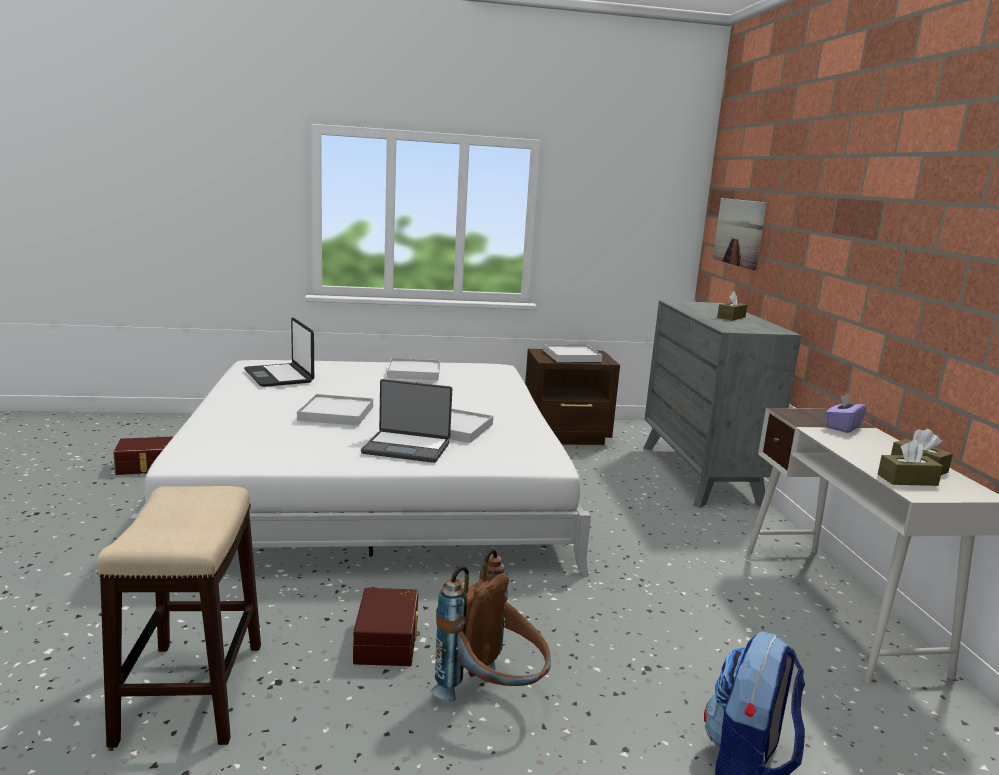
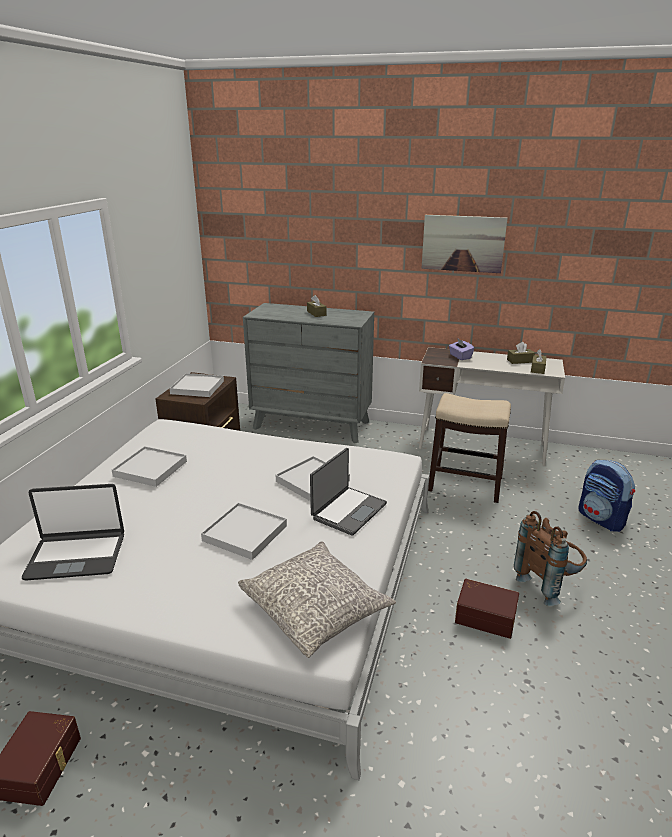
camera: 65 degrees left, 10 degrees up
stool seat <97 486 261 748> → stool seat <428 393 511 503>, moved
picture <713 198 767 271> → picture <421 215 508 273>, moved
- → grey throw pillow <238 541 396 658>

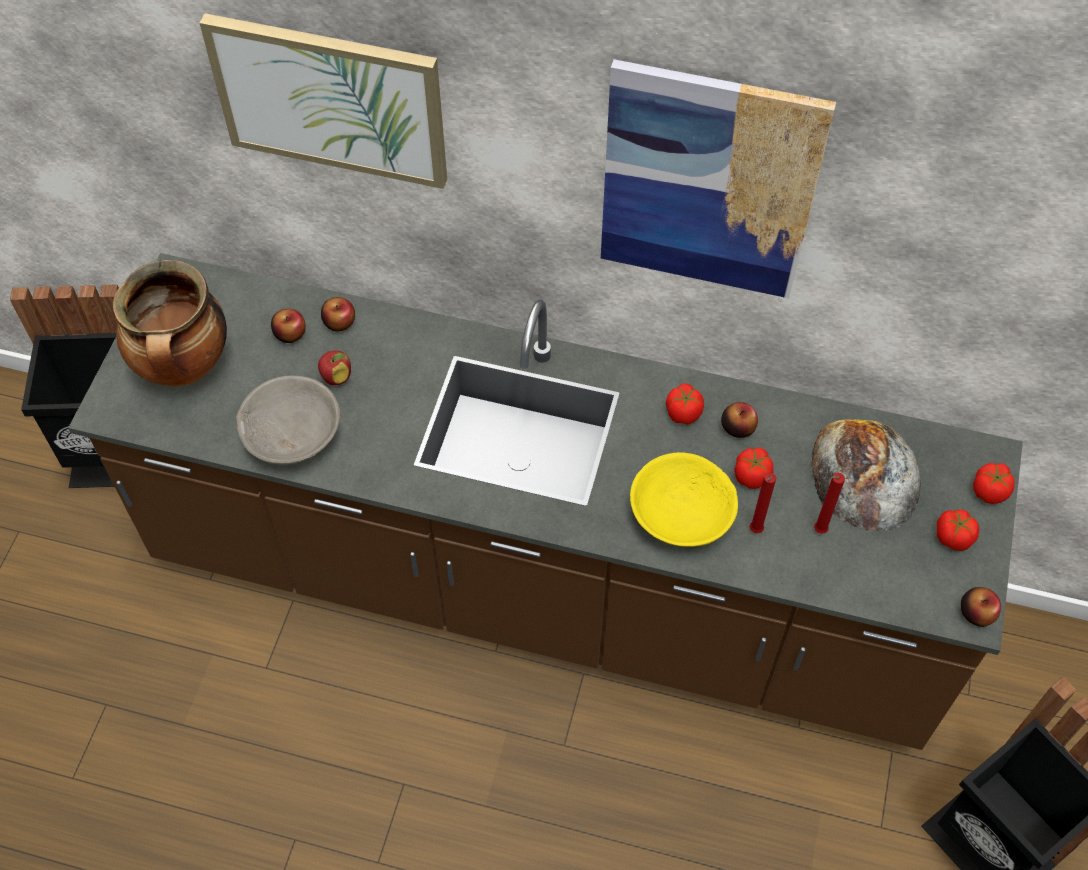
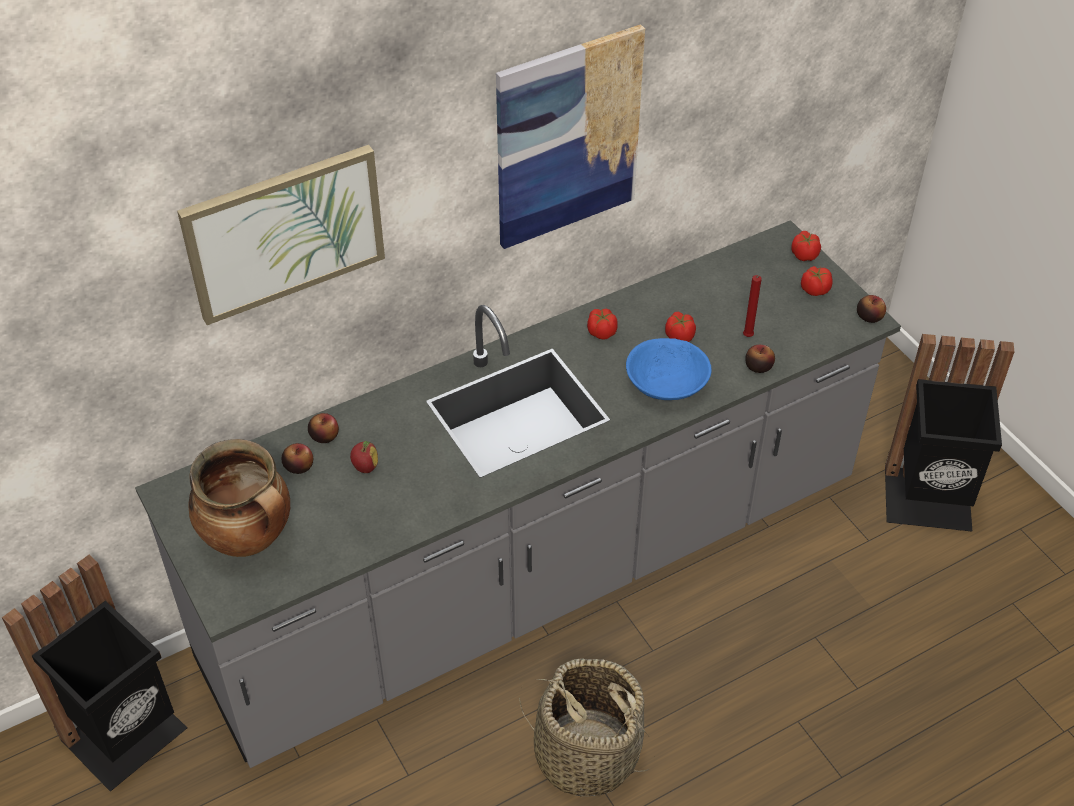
camera: 45 degrees left, 10 degrees down
brownish kitchen base unit <68 253 1023 750> → grey kitchen base unit <135 220 901 768>
grey bowl <236 376 340 465> → -
yellow bowl <630 452 738 547> → blue-coloured bowl <626 338 712 400>
apple fruit <721 402 758 438> → apple fruit <746 345 775 373>, moved
red wax candle <749 472 776 533> → -
bread <811 419 921 532> → -
- → storage basket <519 658 651 797>

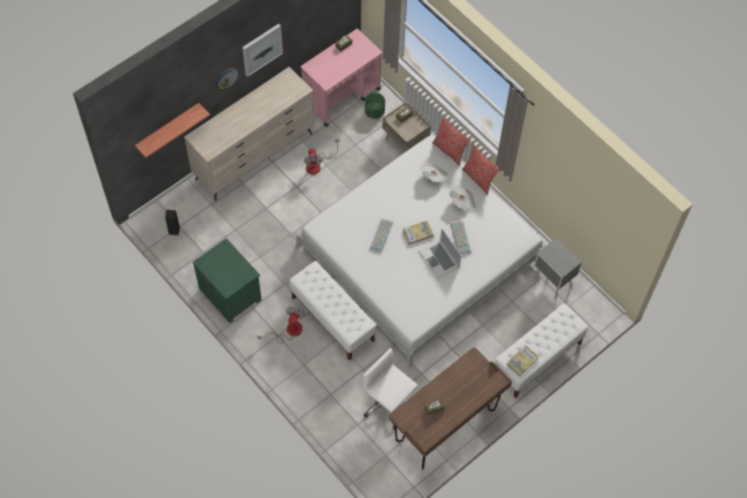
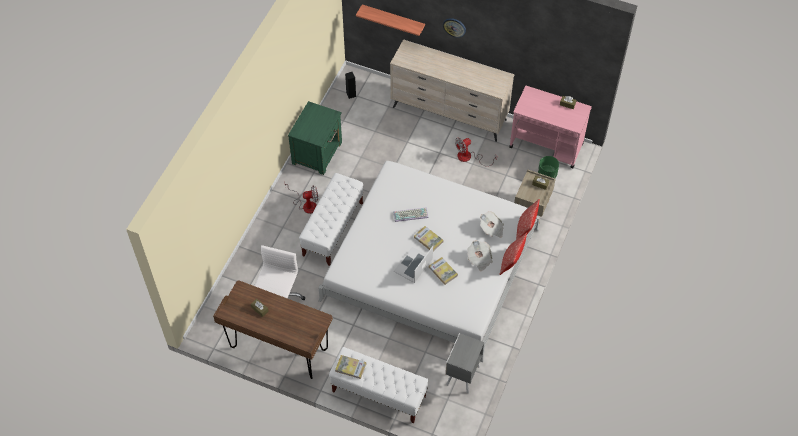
camera: 65 degrees right, 5 degrees down
picture <242 24 283 77> → -
PC keyboard <451 221 471 255> → book <429 257 458 285>

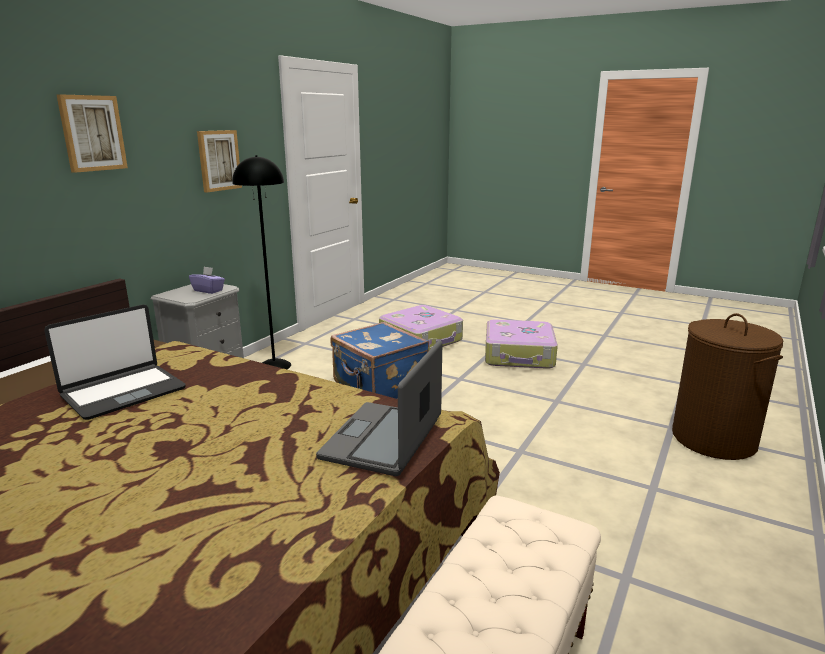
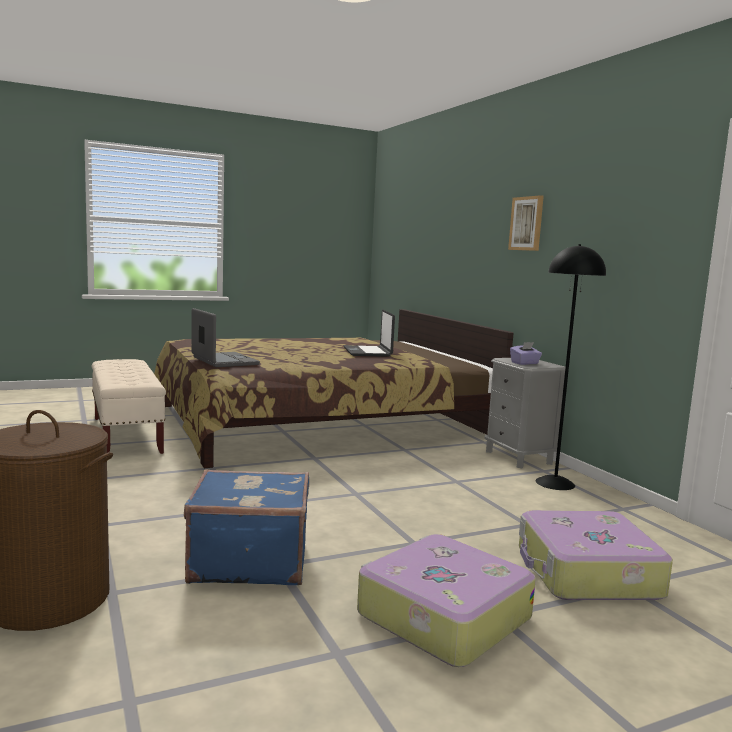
camera: 125 degrees right, 10 degrees down
picture <197 130 242 193> → -
blue-coloured travel case <330 322 429 399> → blue-coloured travel case <184 469 309 585>, moved

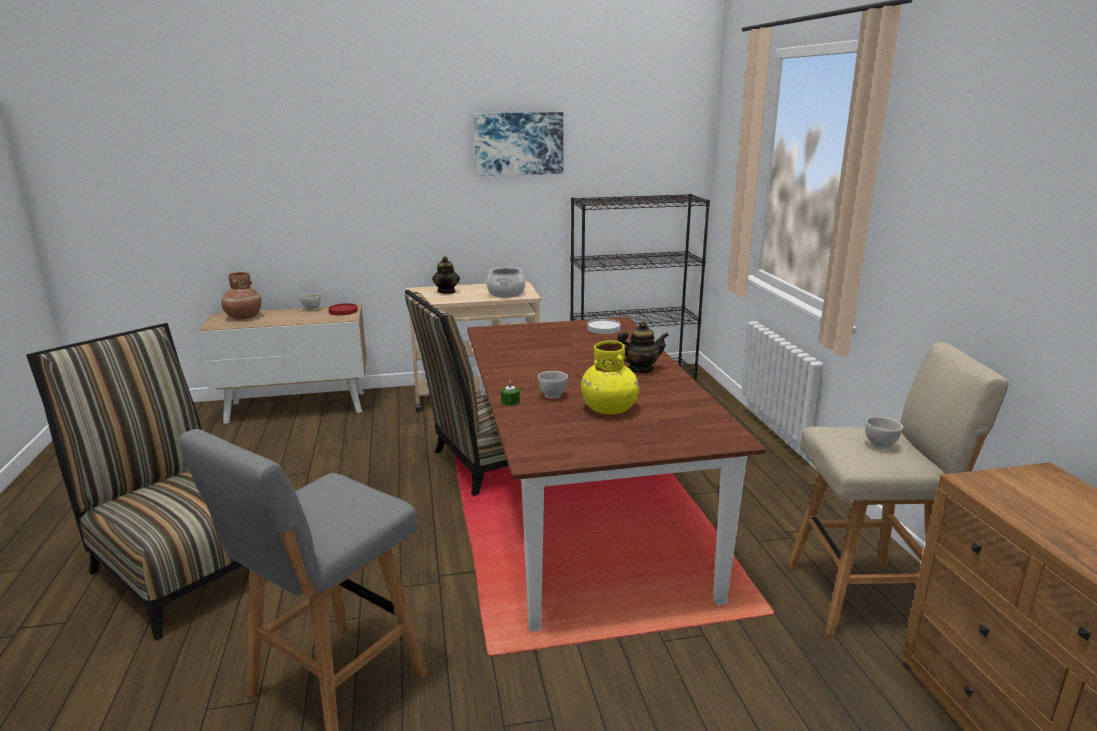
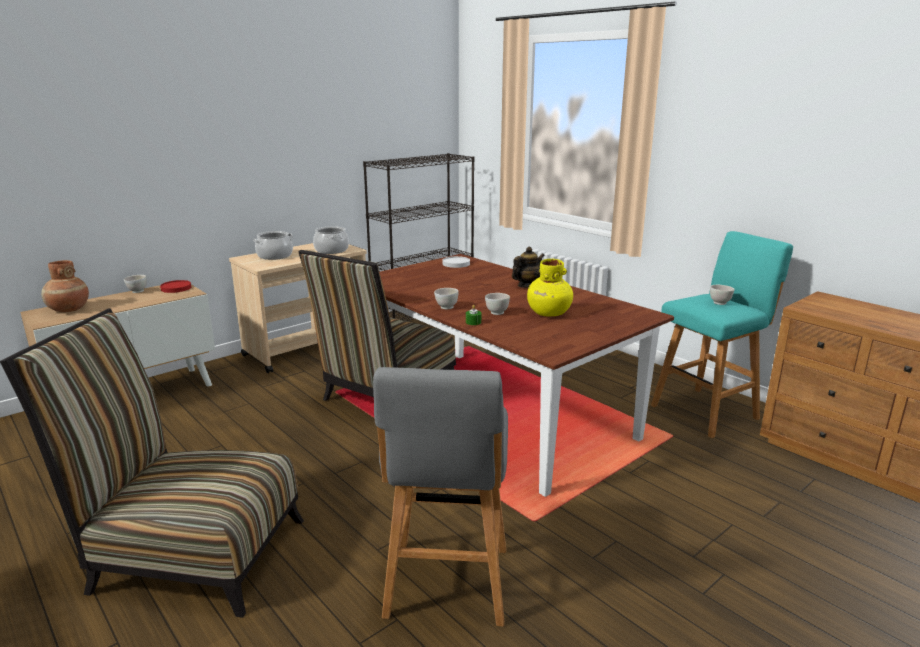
camera: 30 degrees left, 0 degrees up
tea pot <432 256 460 294> → stockpot <253 231 293 260>
picture <474 112 563 176> → -
sand-coloured stool seat <789 342 1009 636> → turquoise-coloured stool seat <651 231 793 438>
- → white-coloured bowl <434 288 459 309>

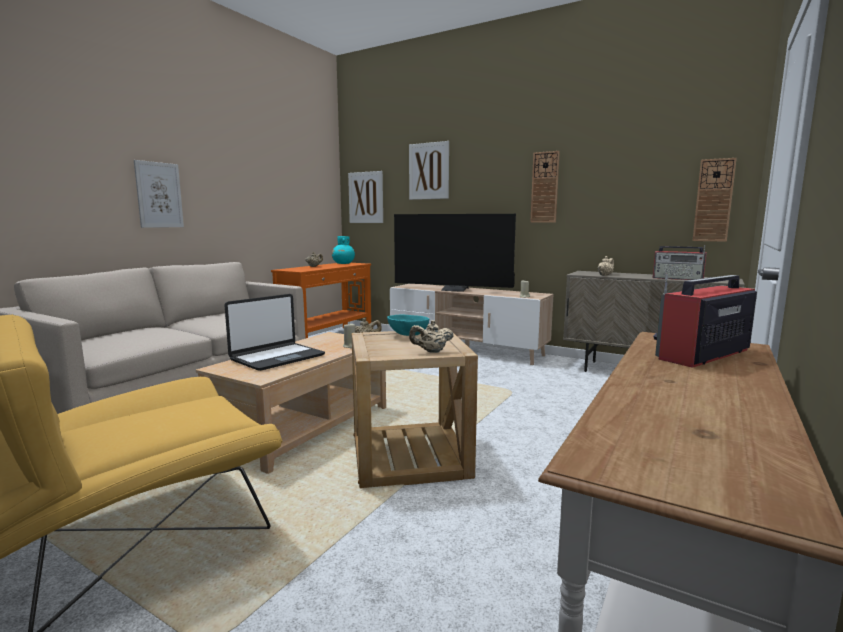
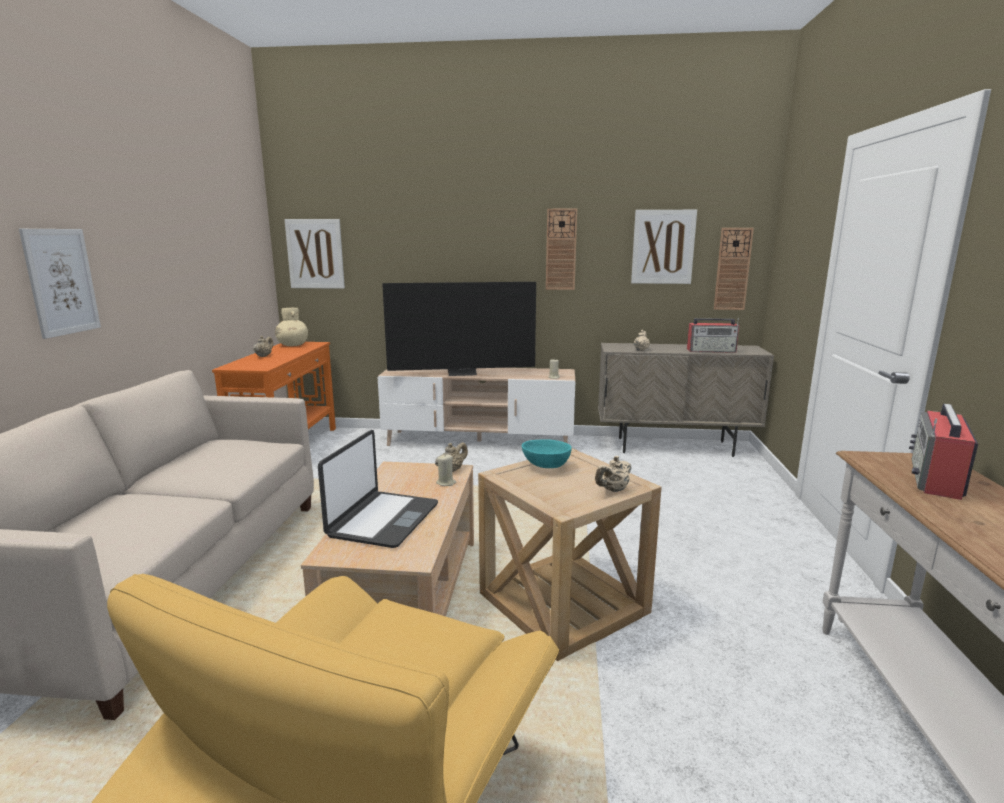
camera: 25 degrees left, 5 degrees up
turquoise-coloured vase <332 236 355 264> → sand-coloured vase <275 308 308 346>
picture <409 141 449 200> → picture <631 210 697 284>, moved

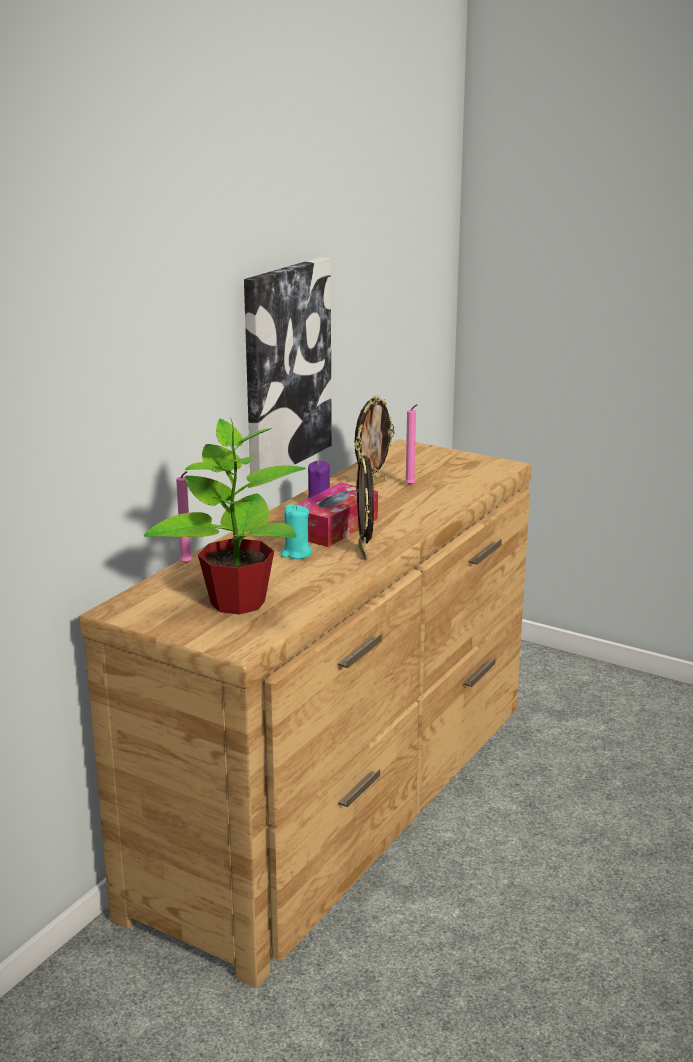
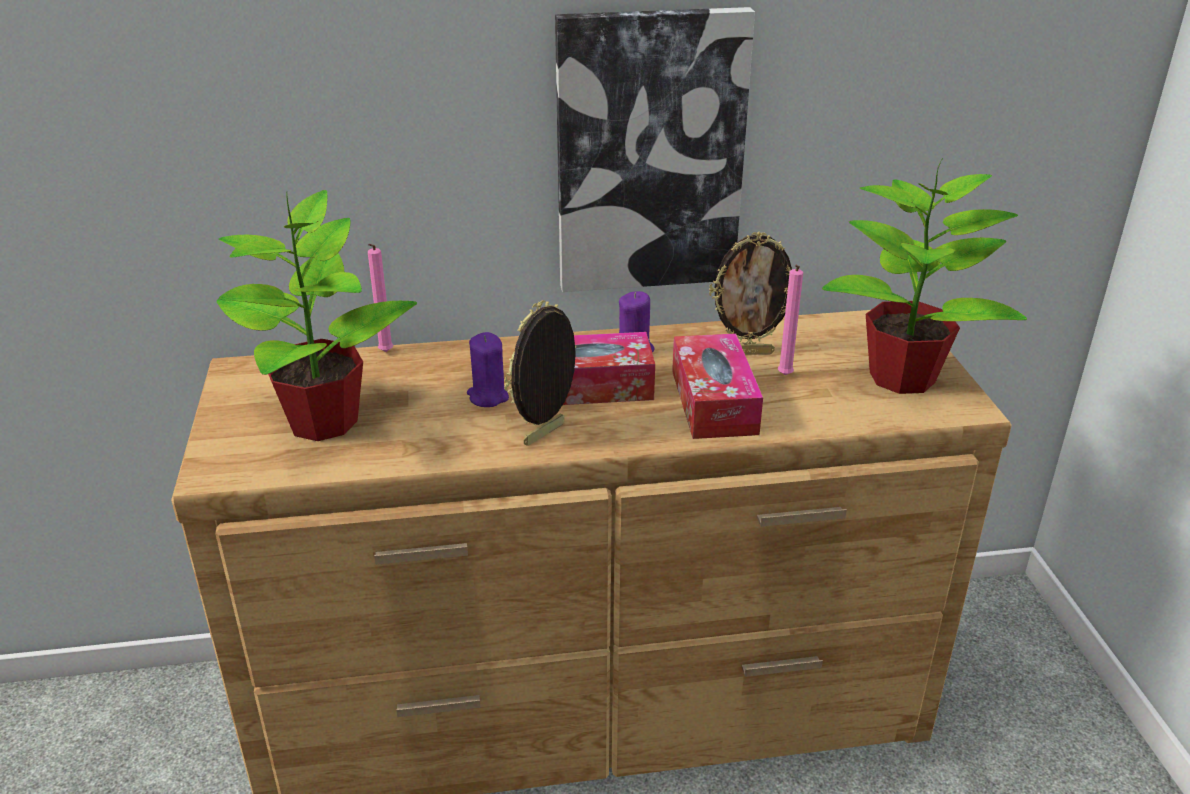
camera: 50 degrees right, 10 degrees up
turquoise-coloured wax candle <281 504 312 559> → purplish wax candle <467 332 509 407>
- → tissue box <672 333 763 439>
- → plant in a pot <822 158 1027 394>

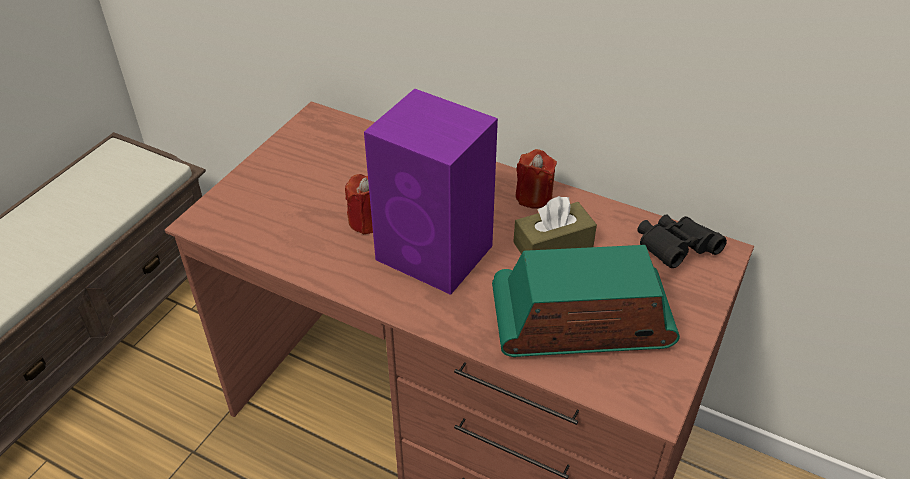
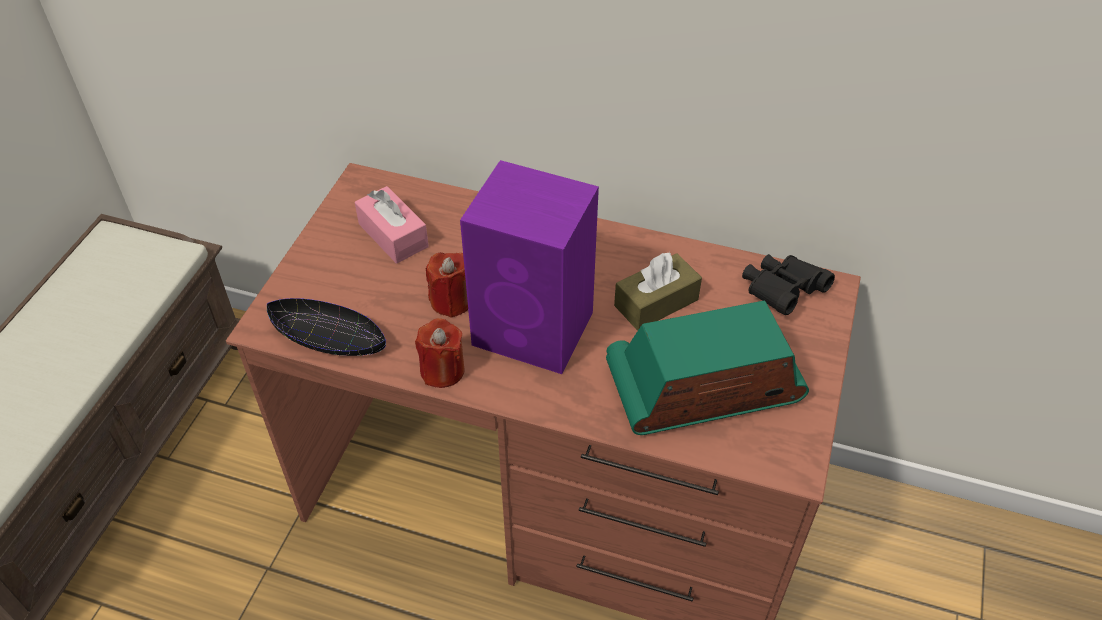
camera: 10 degrees left, 5 degrees up
red wax candle <515 149 557 209> → red wax candle <415 318 465 388>, moved
- → black-coloured bowl <267 298 386 356>
- → pinkish tissue box <355 186 429 264>

